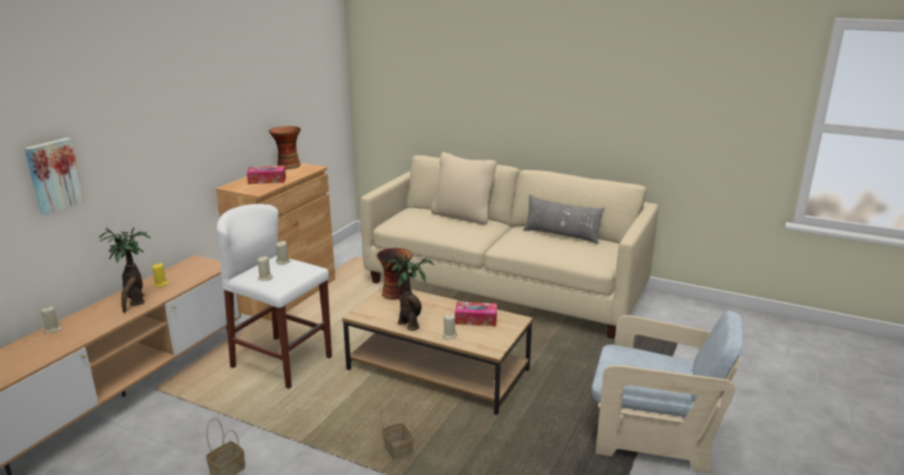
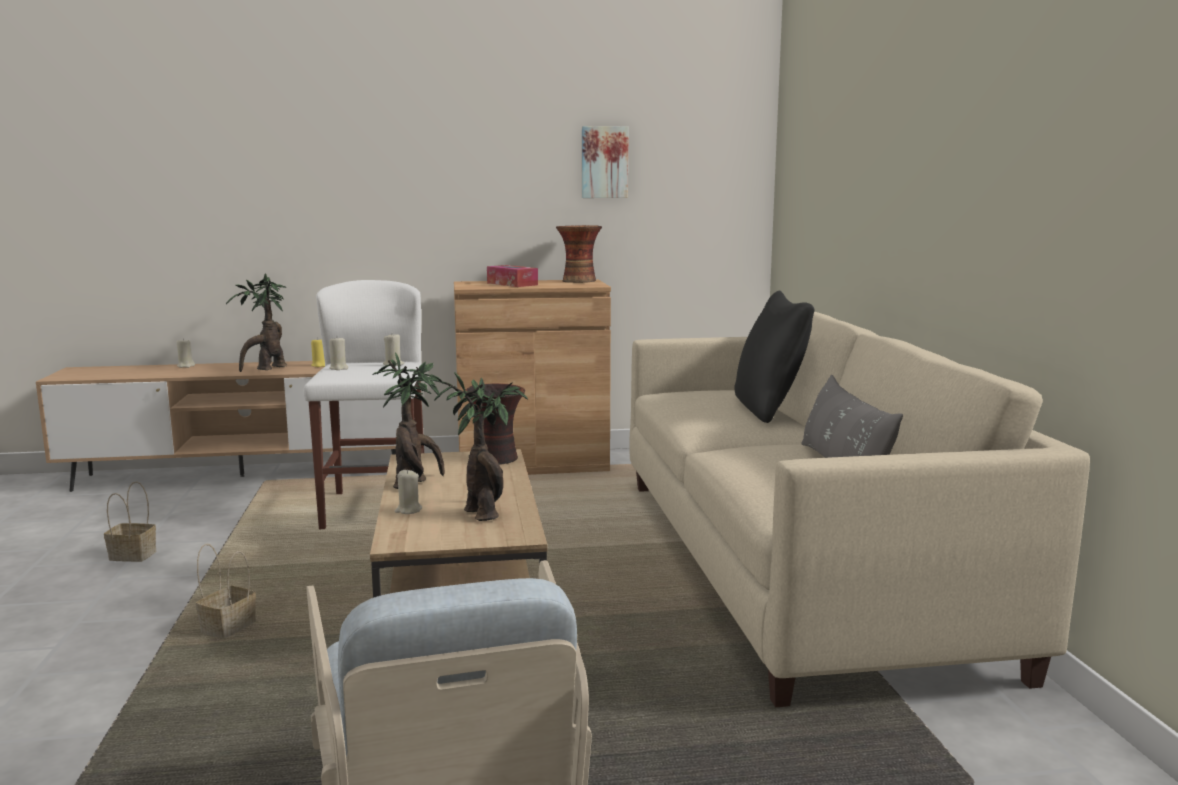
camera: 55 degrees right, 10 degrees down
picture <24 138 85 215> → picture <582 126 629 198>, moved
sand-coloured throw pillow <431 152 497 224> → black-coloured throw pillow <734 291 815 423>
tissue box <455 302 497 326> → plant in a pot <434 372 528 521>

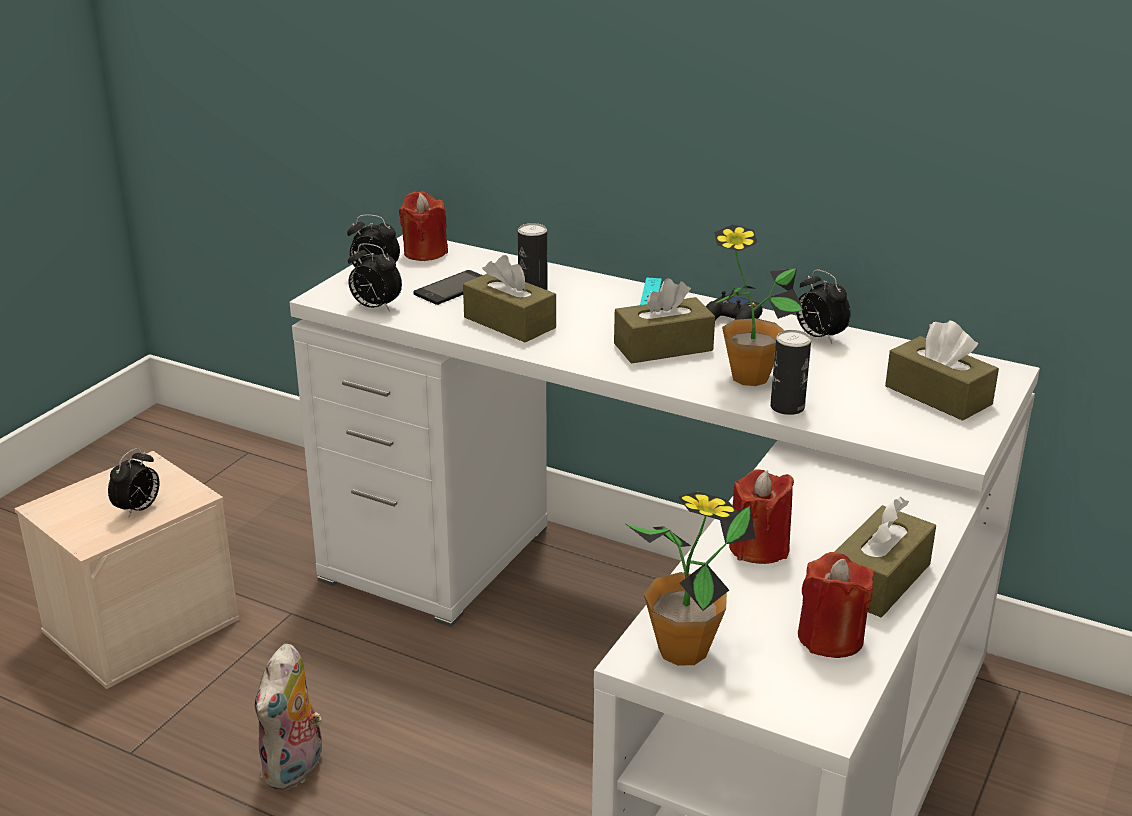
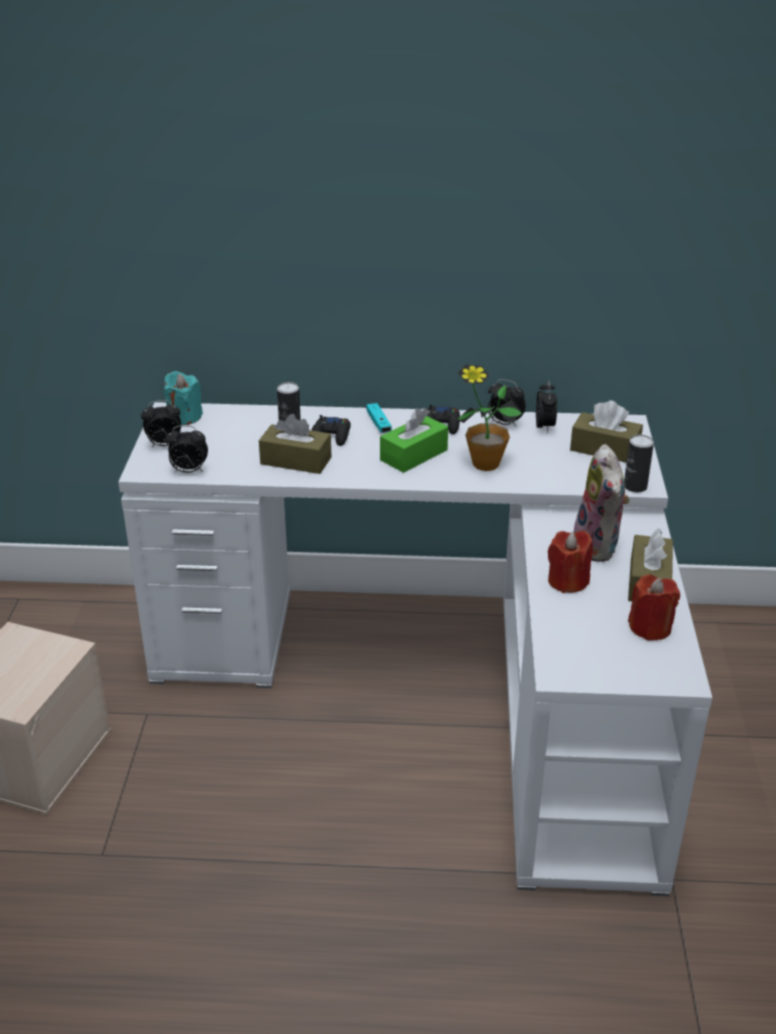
camera: 25 degrees left, 5 degrees up
bedside clock <108 448 159 518> → bedside clock <536 380 557 433>, moved
soft toy <255 644 323 790> → soft toy <574 444 630 562>, moved
red wax candle <399 192 448 261> → turquoise-coloured wax candle <164 371 203 425>
handset <413 270 482 305> → -
brownish tissue box <614 278 715 364> → greenish tissue box <380 408 448 473>
plant in a pot <626 491 755 666> → -
sealed can <770 330 811 415> → sealed can <624 435 654 492>, moved
- → black-coloured game controller <312 415 351 446>

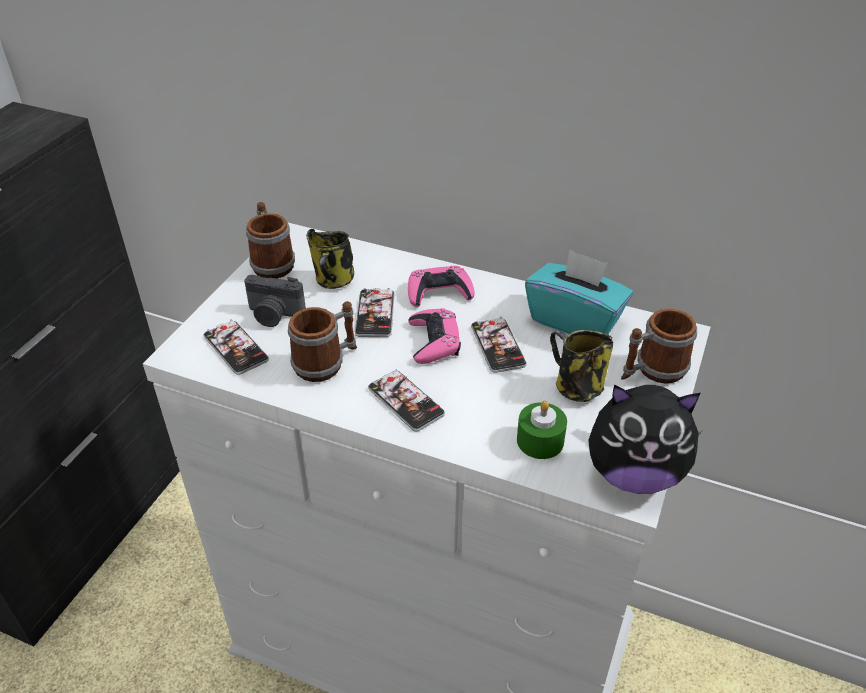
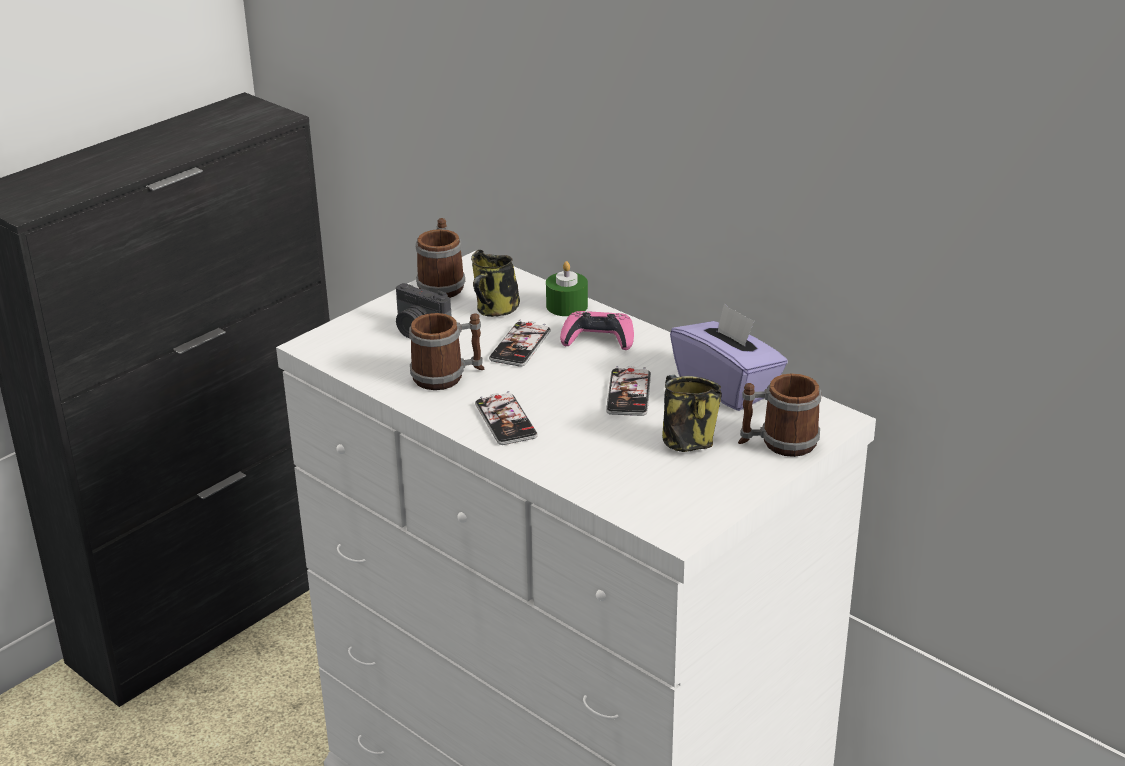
camera: 20 degrees right, 10 degrees down
handset <203 320 269 375> → -
pinkish game controller <409 308 461 364> → -
greenish wax candle <517 401 567 459> → greenish wax candle <546 261 588 316>, moved
turquoise-coloured tissue box <525 250 633 334> → purplish tissue box <670 303 788 411>
soft toy <588 385 702 494> → -

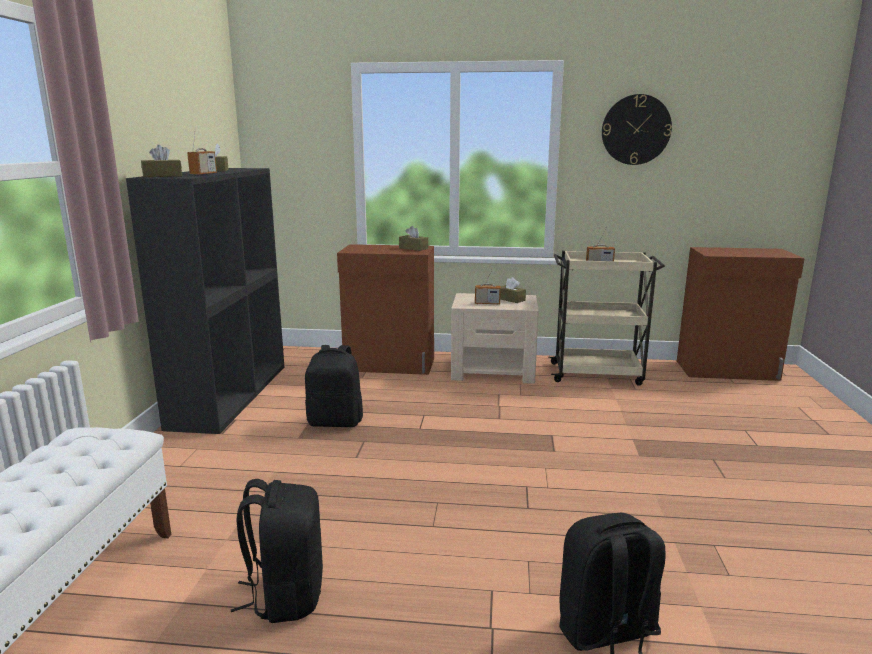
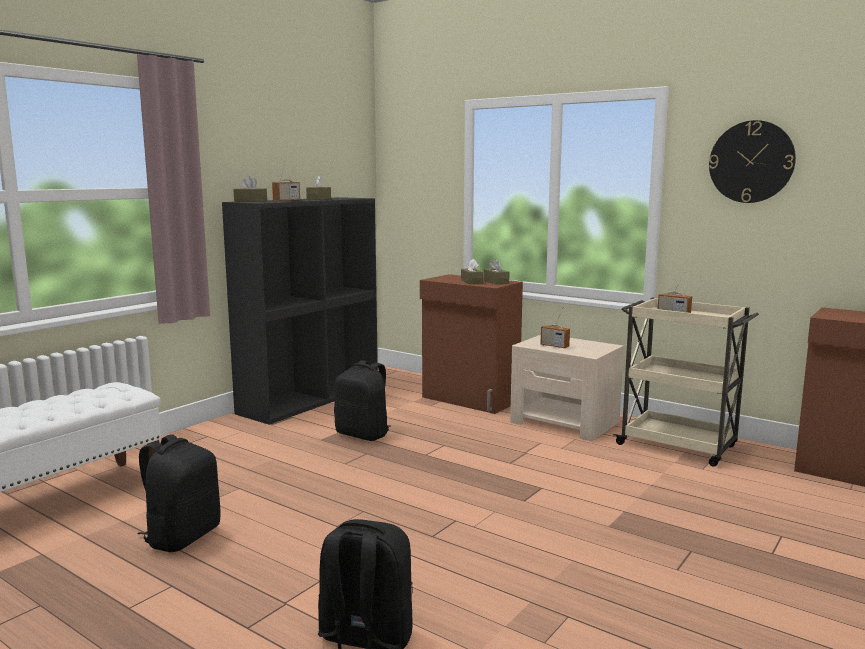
camera: 30 degrees right, 5 degrees down
brownish tissue box <500 277 526 303> → brownish tissue box <461 259 483 284>, moved

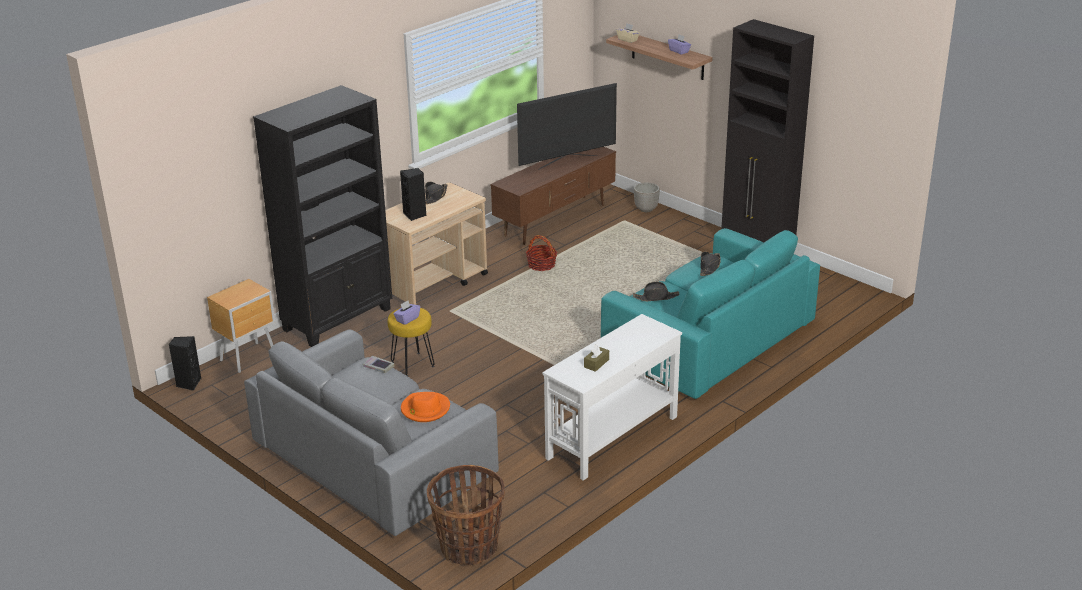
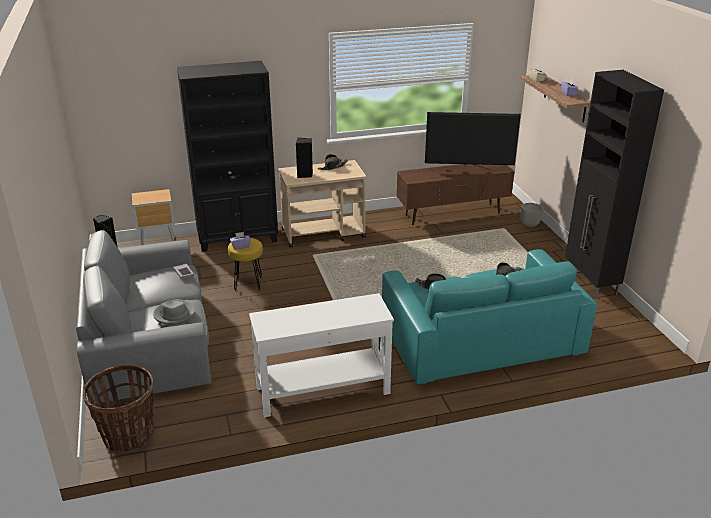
camera: 30 degrees right, 0 degrees up
orange hat <401 392 450 422> → grey hat <153 299 195 325>
storage basket <526 235 557 271> → -
brownish tissue box <584 344 609 372> → -

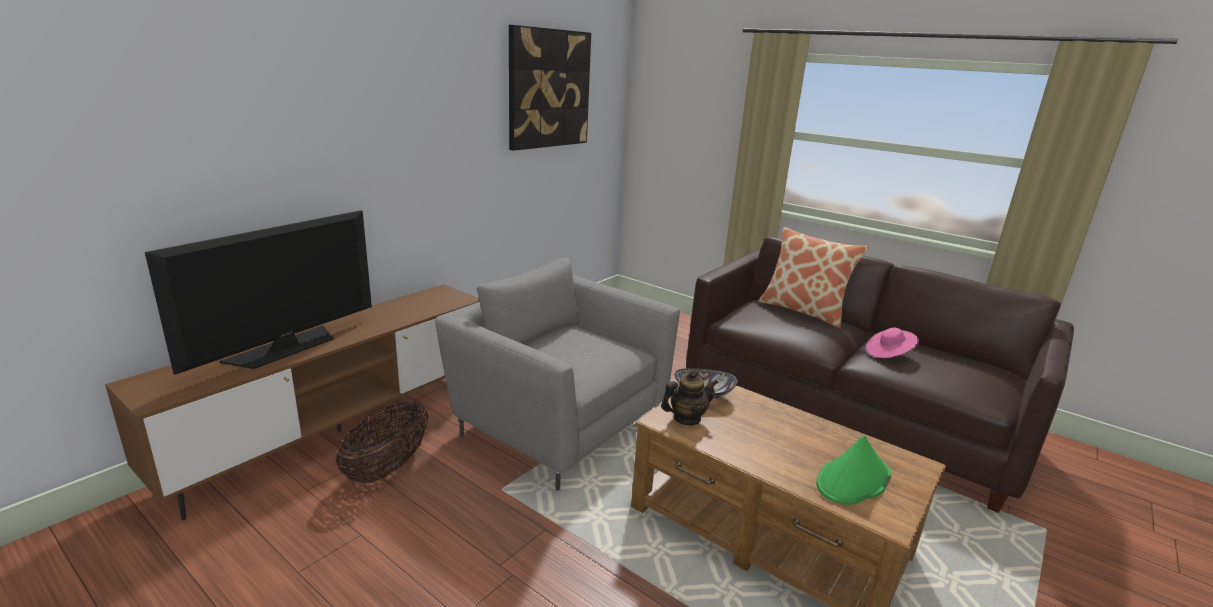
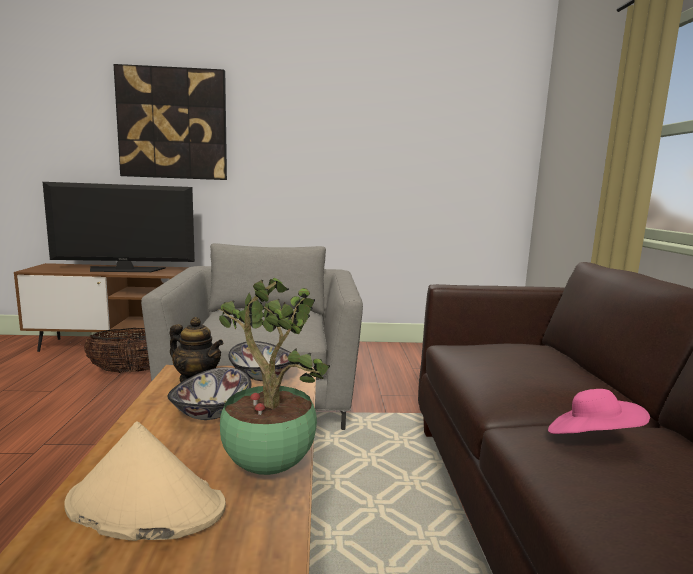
camera: 50 degrees right, 10 degrees down
picture <509 25 591 151> → picture <113 64 227 180>, moved
throw pillow <758 227 869 328> → -
greenish hat <816 435 891 505> → sand-coloured hat <64 421 226 541>
- → bowl <167 367 252 420>
- → plant in a pot <218 278 330 475>

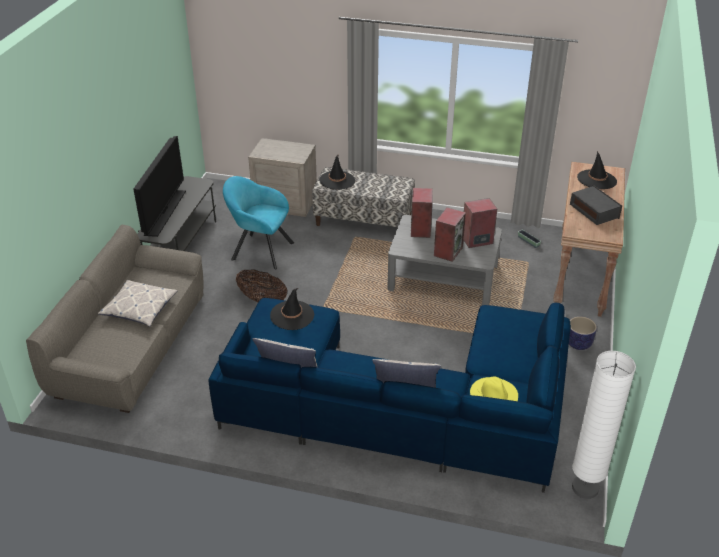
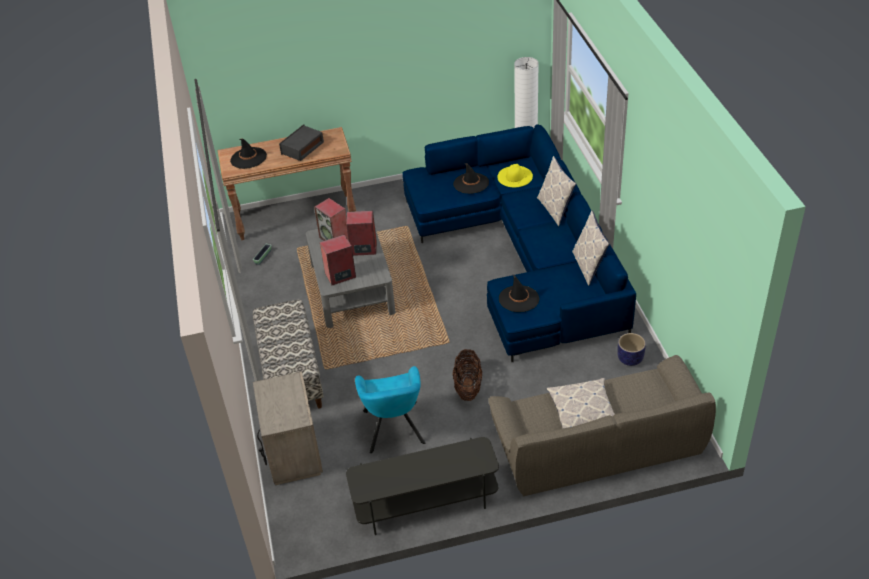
camera: 115 degrees left, 5 degrees up
television <133 136 186 237> → -
black-coloured hat <319 155 355 190> → black-coloured hat <453 163 489 194>, moved
planter <569 316 597 350> → planter <617 333 646 366>, moved

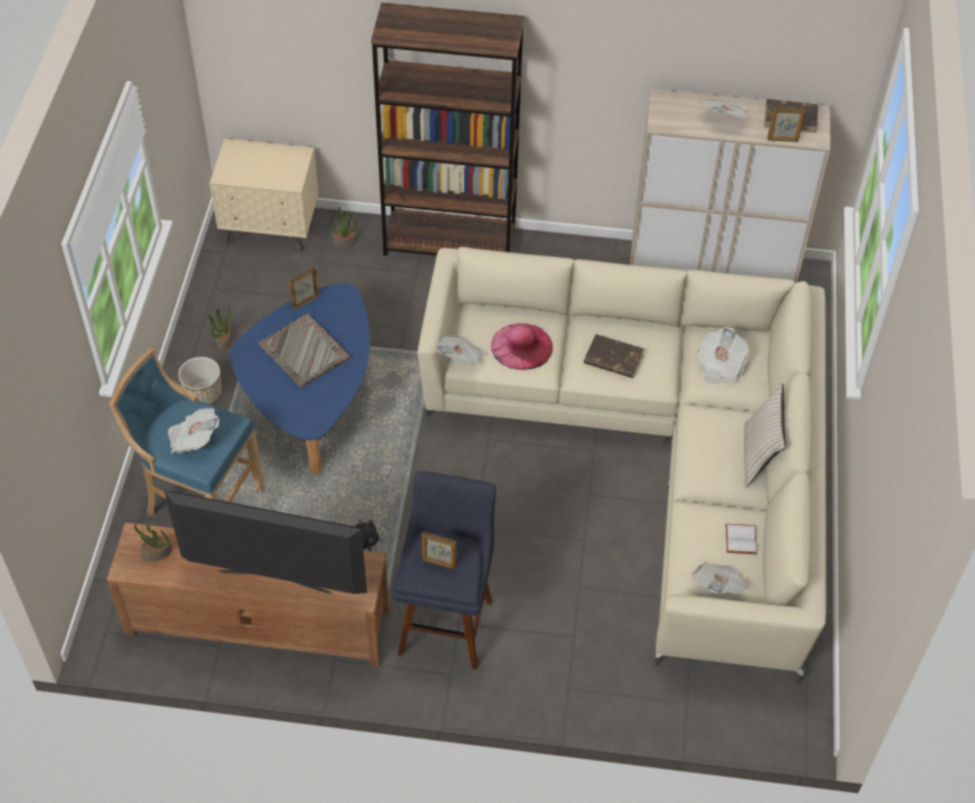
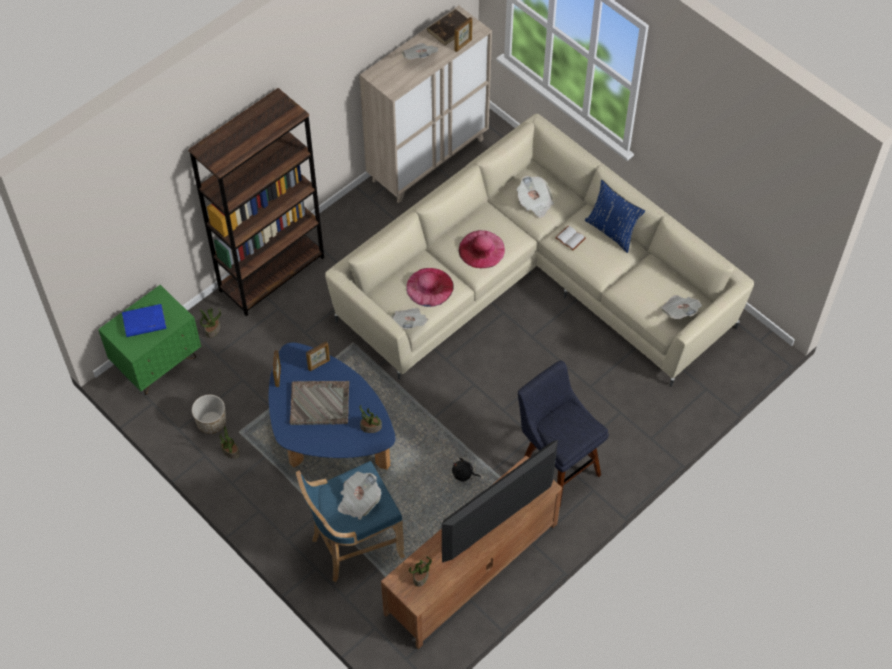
camera: 50 degrees left, 5 degrees up
planter <178 357 222 405> → planter <192 395 226 434>, moved
sand-coloured bedside table <210 139 319 250> → greenish bedside table <98 285 201 395>
photo frame <422 532 456 569> → photo frame <306 341 330 371>, moved
brownish book <584 334 644 378> → pinkish hat <459 230 505 268>
white-coloured book <726 524 757 554> → white-coloured book <555 226 586 250>, moved
sand-coloured throw pillow <744 383 786 488> → blue-coloured throw pillow <585 180 645 253>
- → blue-coloured book <122 304 167 337>
- → plant in a pot <359 405 382 433>

